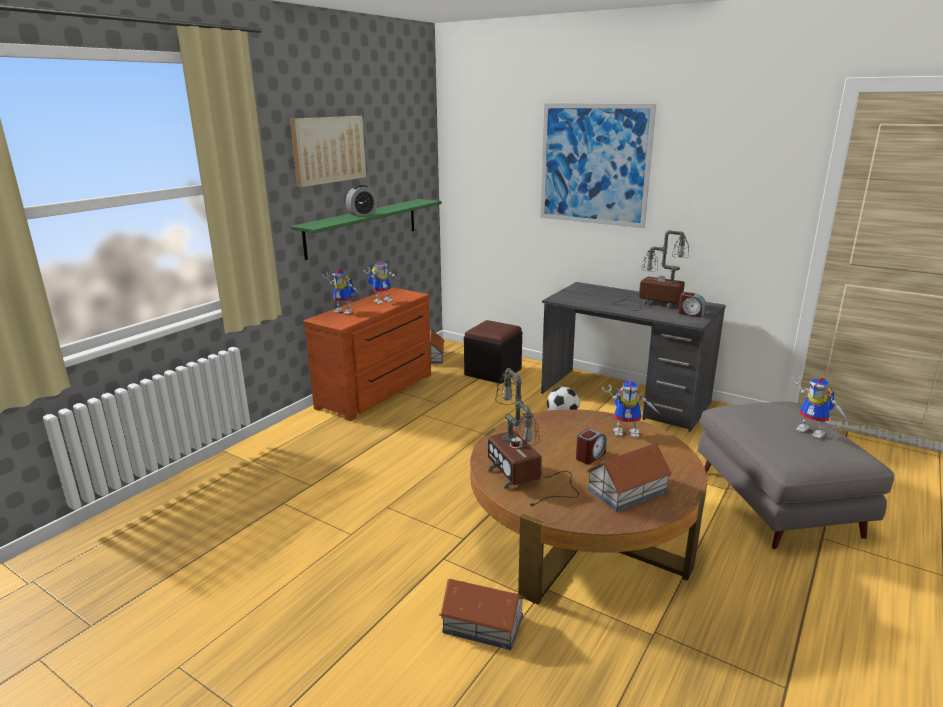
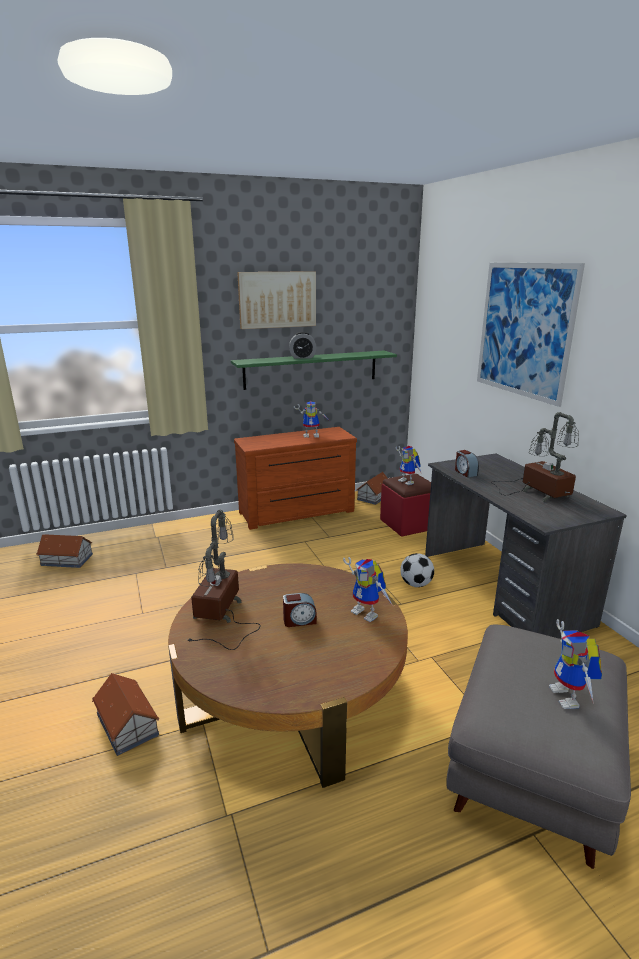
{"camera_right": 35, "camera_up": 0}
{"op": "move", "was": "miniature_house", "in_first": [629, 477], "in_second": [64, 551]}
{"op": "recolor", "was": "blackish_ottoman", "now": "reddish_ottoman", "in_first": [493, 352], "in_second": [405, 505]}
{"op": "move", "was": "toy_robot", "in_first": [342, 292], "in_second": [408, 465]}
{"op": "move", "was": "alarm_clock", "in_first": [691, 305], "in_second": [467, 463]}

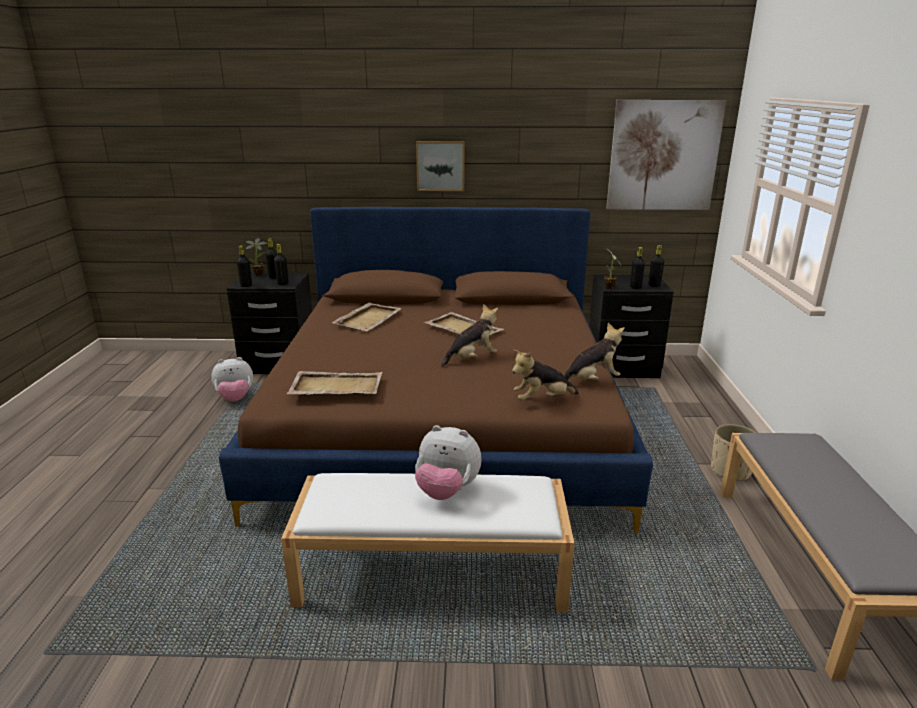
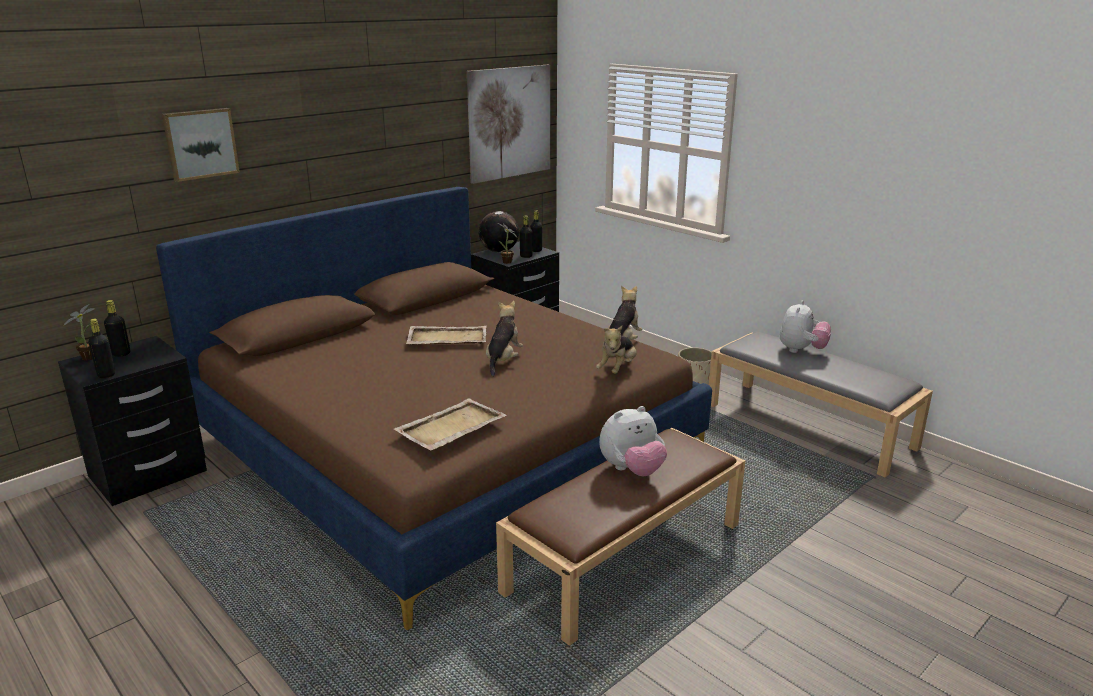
{"camera_right": -45, "camera_up": 0}
{"op": "move", "was": "wall_picture", "in_first": [440, 166], "in_second": [201, 145]}
{"op": "insert", "now": "world_globe", "in_second": [498, 232]}
{"op": "recolor", "was": "white-coloured_bench", "now": "brown_bench", "in_first": [428, 543], "in_second": [620, 537]}
{"op": "move", "was": "plush_toy", "in_first": [232, 379], "in_second": [805, 327]}
{"op": "delete", "was": "blackish_drink_bottle", "in_first": [281, 264]}
{"op": "delete", "was": "beige-coloured_serving_tray", "in_first": [367, 317]}

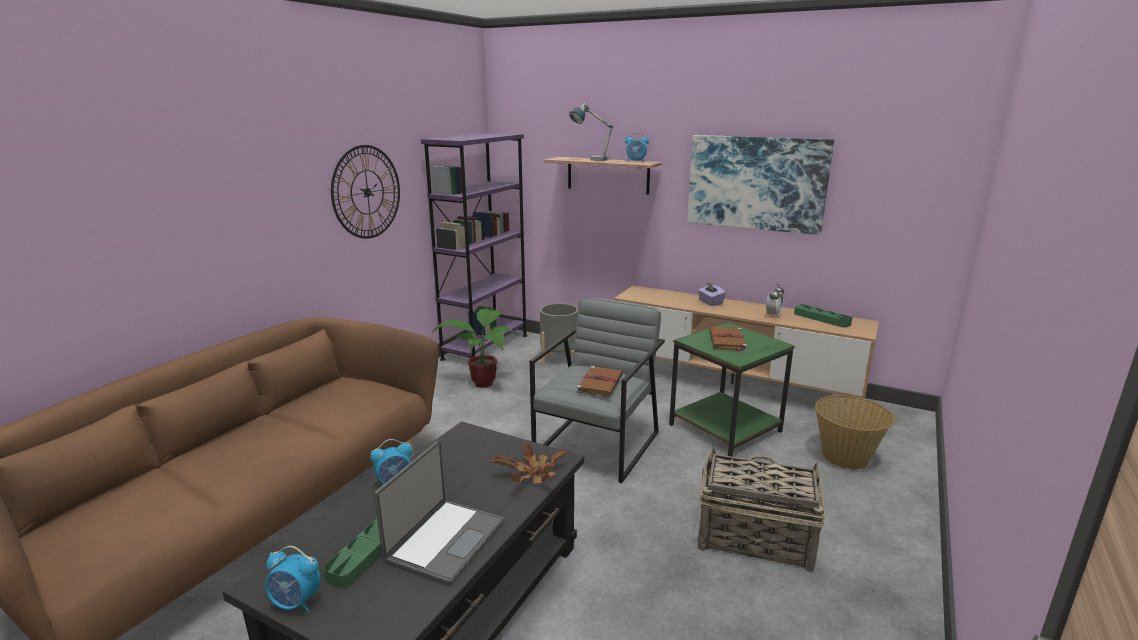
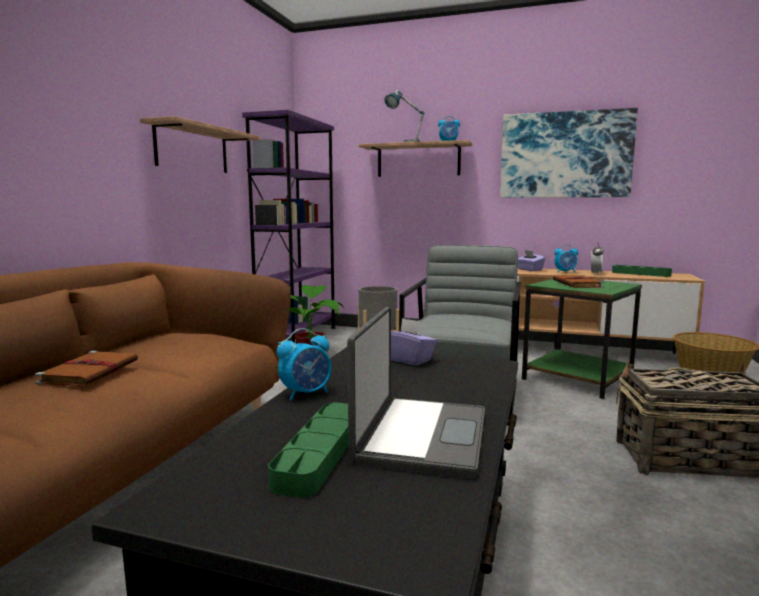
{"camera_right": -10, "camera_up": -10}
{"op": "move", "was": "brown_book", "in_first": [599, 381], "in_second": [86, 368]}
{"op": "replace", "was": "clock_on_the_wall", "now": "shelf", "in_first": [365, 192], "in_second": [200, 144]}
{"op": "insert", "now": "purplish_tissue_holder", "in_second": [414, 341]}
{"op": "move", "was": "alarm_clock", "in_first": [293, 579], "in_second": [566, 258]}
{"op": "delete", "was": "potted_plant", "in_first": [530, 463]}

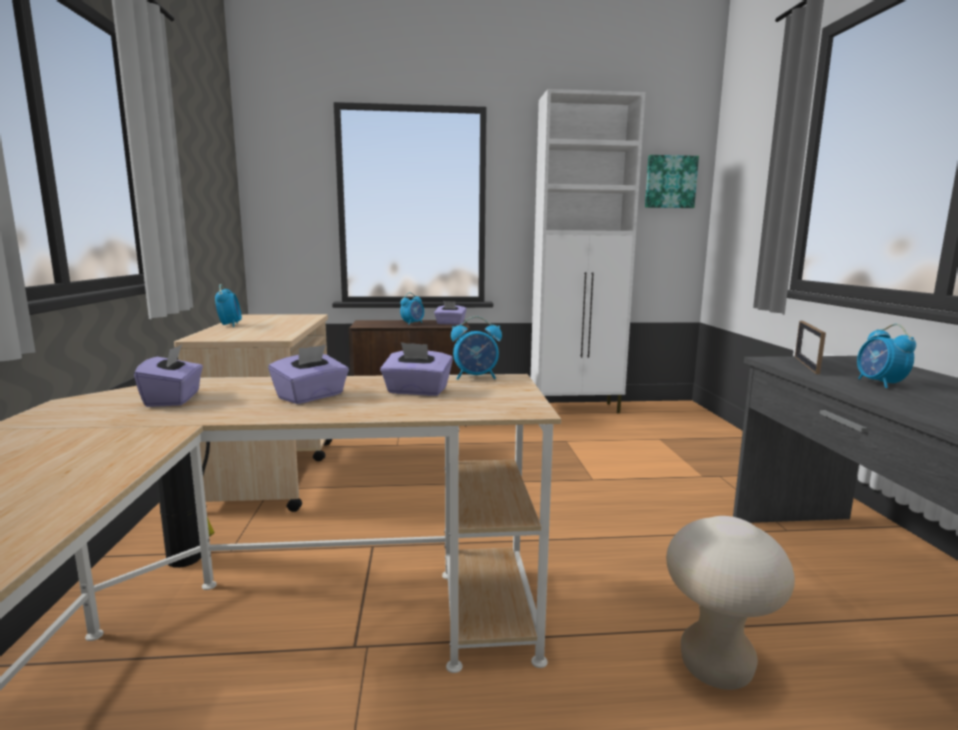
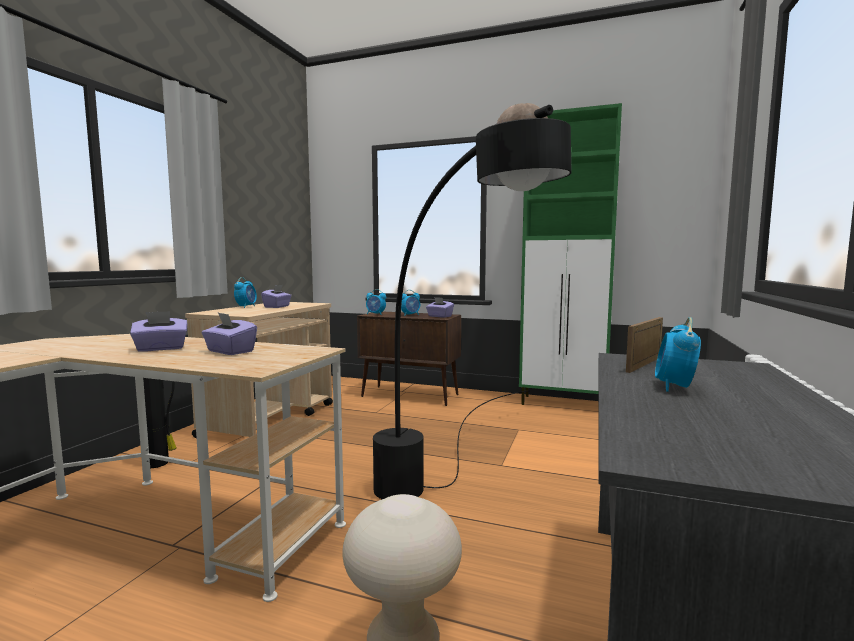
{"camera_right": 25, "camera_up": -5}
{"op": "move", "was": "purplish_tissue_holder", "in_first": [168, 375], "in_second": [276, 296]}
{"op": "move", "was": "alarm_clock", "in_first": [476, 348], "in_second": [376, 302]}
{"op": "insert", "now": "blackish_floor_lamp", "in_second": [472, 301]}
{"op": "recolor", "was": "white-coloured_cupboard", "now": "greenish_cupboard", "in_first": [588, 251], "in_second": [570, 254]}
{"op": "delete", "was": "wall_picture", "in_first": [672, 181]}

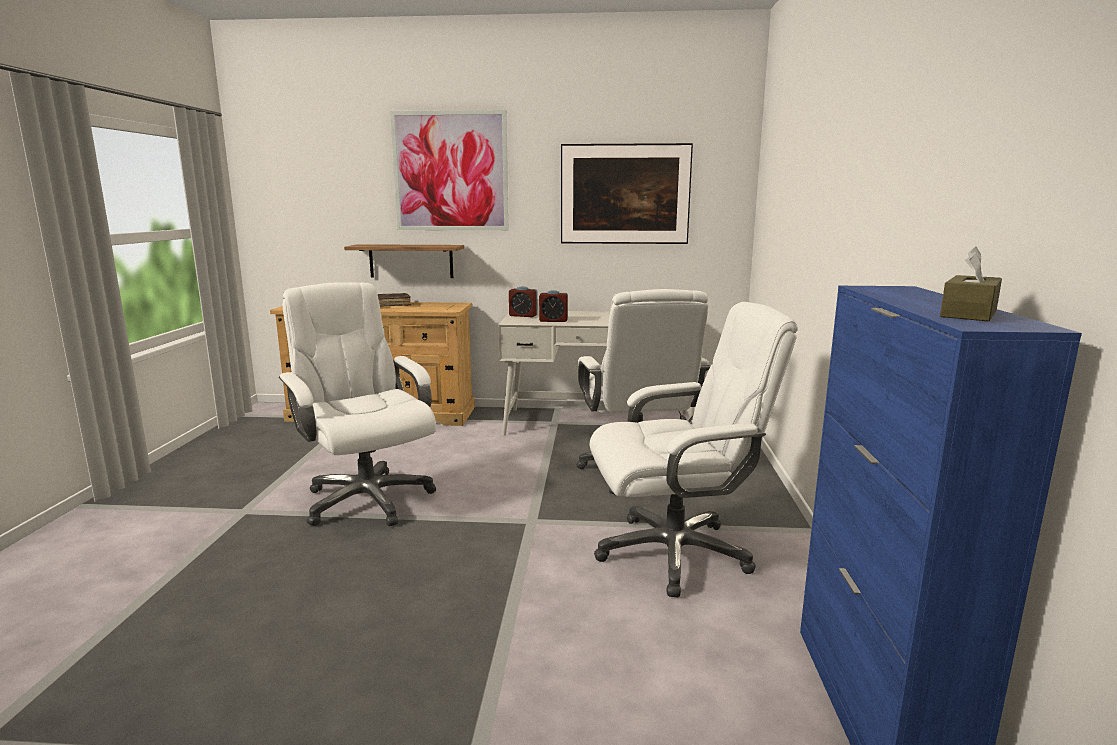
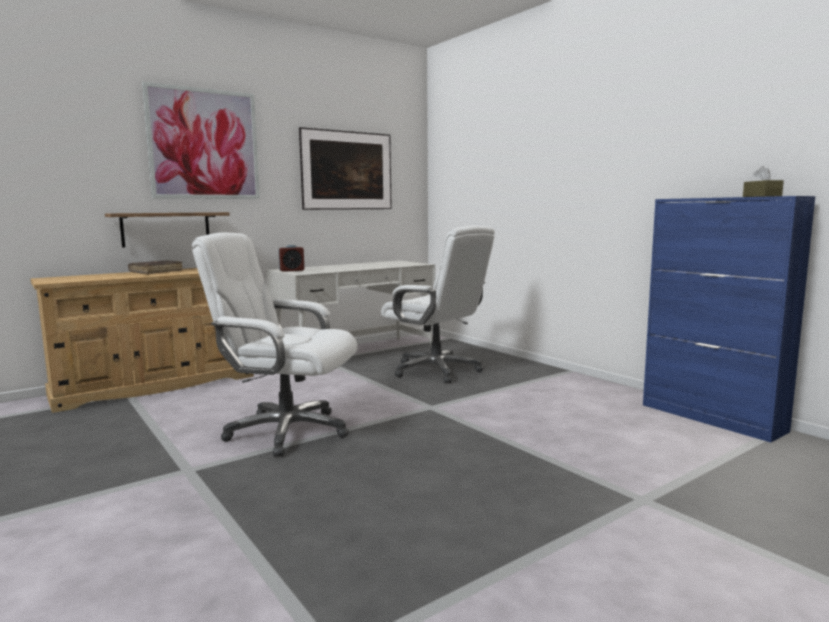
{"camera_right": -40, "camera_up": -5}
{"op": "delete", "was": "alarm_clock", "in_first": [553, 306]}
{"op": "delete", "was": "white-coloured_computer_chair", "in_first": [694, 449]}

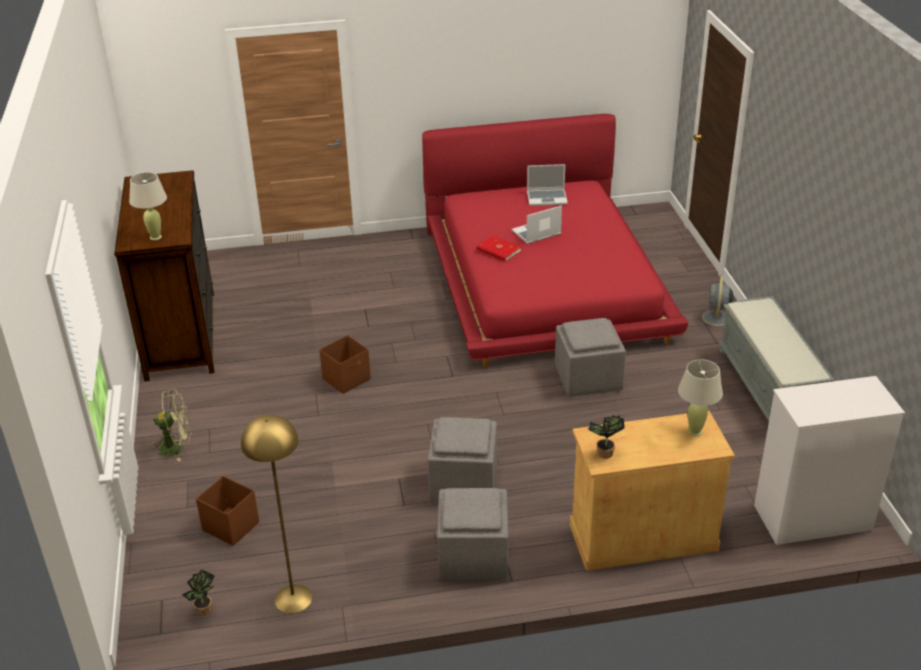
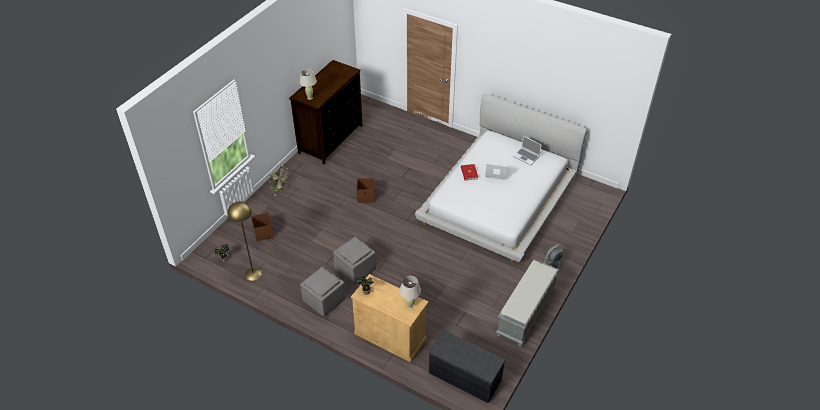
{"camera_right": 40, "camera_up": 10}
{"op": "recolor", "was": "reddish_sleeping_bed", "now": "white-coloured_sleeping_bed", "in_first": [555, 240], "in_second": [501, 178]}
{"op": "replace", "was": "white-coloured_chest_of_drawers", "now": "gray_bench", "in_first": [829, 460], "in_second": [467, 366]}
{"op": "delete", "was": "gray_ottoman", "in_first": [590, 357]}

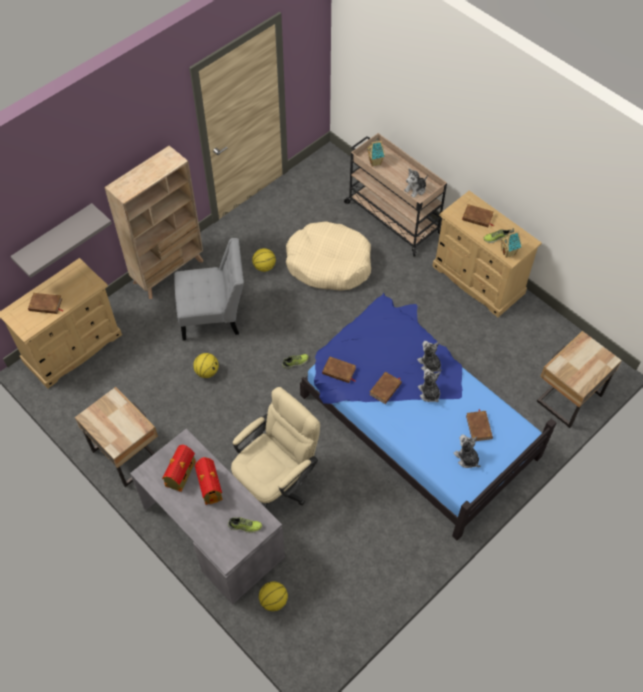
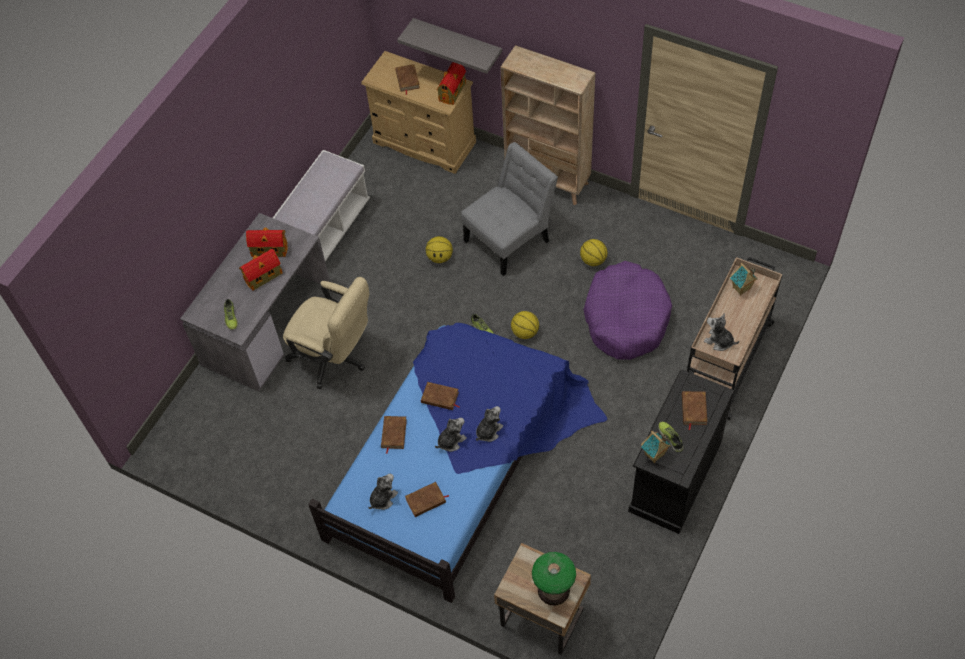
{"camera_right": 75, "camera_up": 0}
{"op": "replace", "was": "beige-coloured_nightstand", "now": "white-coloured_bench", "in_first": [116, 437], "in_second": [321, 206]}
{"op": "move", "was": "brown_book", "in_first": [339, 369], "in_second": [394, 435]}
{"op": "insert", "now": "miniature_house", "in_second": [451, 83]}
{"op": "rotate", "was": "gray_upright_chair", "in_first": [209, 289], "in_second": [509, 209], "clockwise": -105}
{"op": "move", "was": "basketball_ball", "in_first": [273, 596], "in_second": [525, 325]}
{"op": "insert", "now": "lamp_for_a_table", "in_second": [554, 578]}
{"op": "recolor", "was": "beige-coloured_dog_cushion", "now": "purplish_dog_cushion", "in_first": [328, 256], "in_second": [627, 310]}
{"op": "recolor", "was": "beige-coloured_chest_of_drawers", "now": "blackish_chest_of_drawers", "in_first": [487, 254], "in_second": [681, 451]}

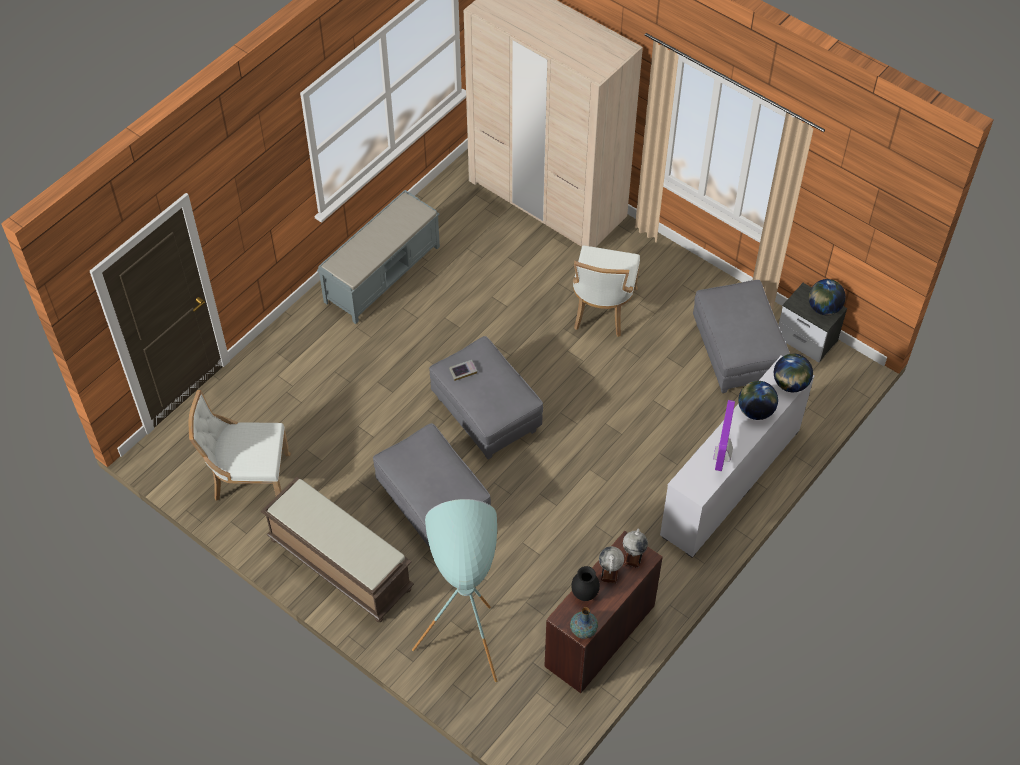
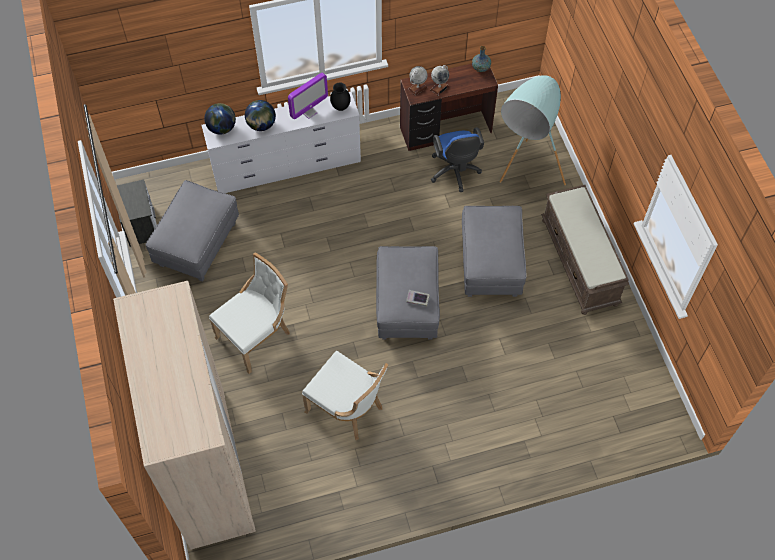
{"camera_right": -145, "camera_up": 5}
{"op": "move", "was": "white-coloured_upright_chair", "in_first": [240, 445], "in_second": [345, 395]}
{"op": "move", "was": "blackish_decorative_vase", "in_first": [585, 583], "in_second": [340, 96]}
{"op": "insert", "now": "blue-coloured_computer_chair", "in_second": [457, 159]}
{"op": "delete", "was": "gray_bench", "in_first": [378, 257]}
{"op": "delete", "was": "world_globe", "in_first": [827, 297]}

